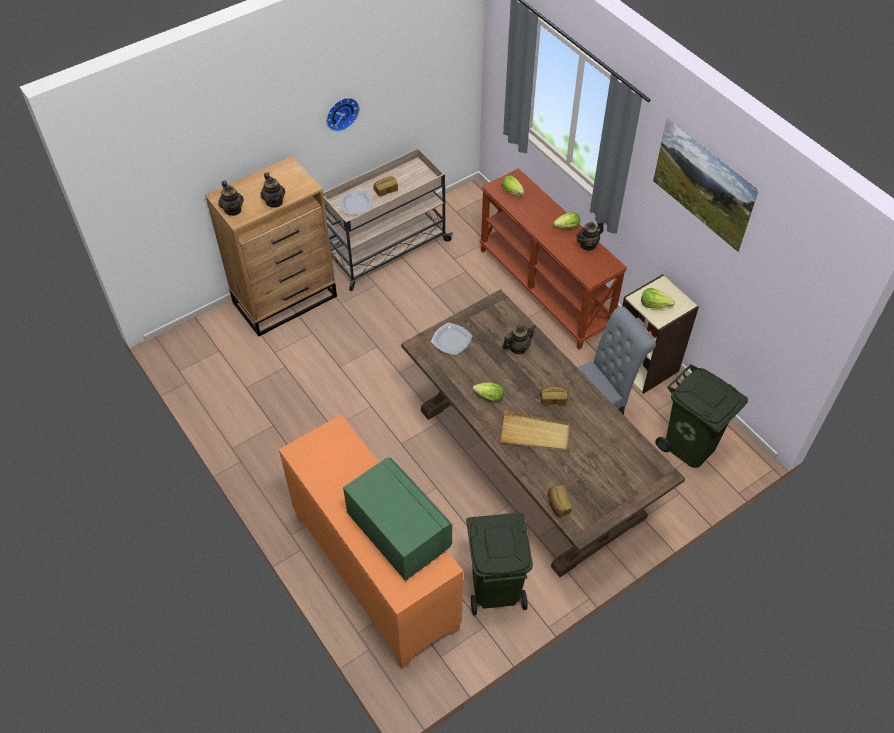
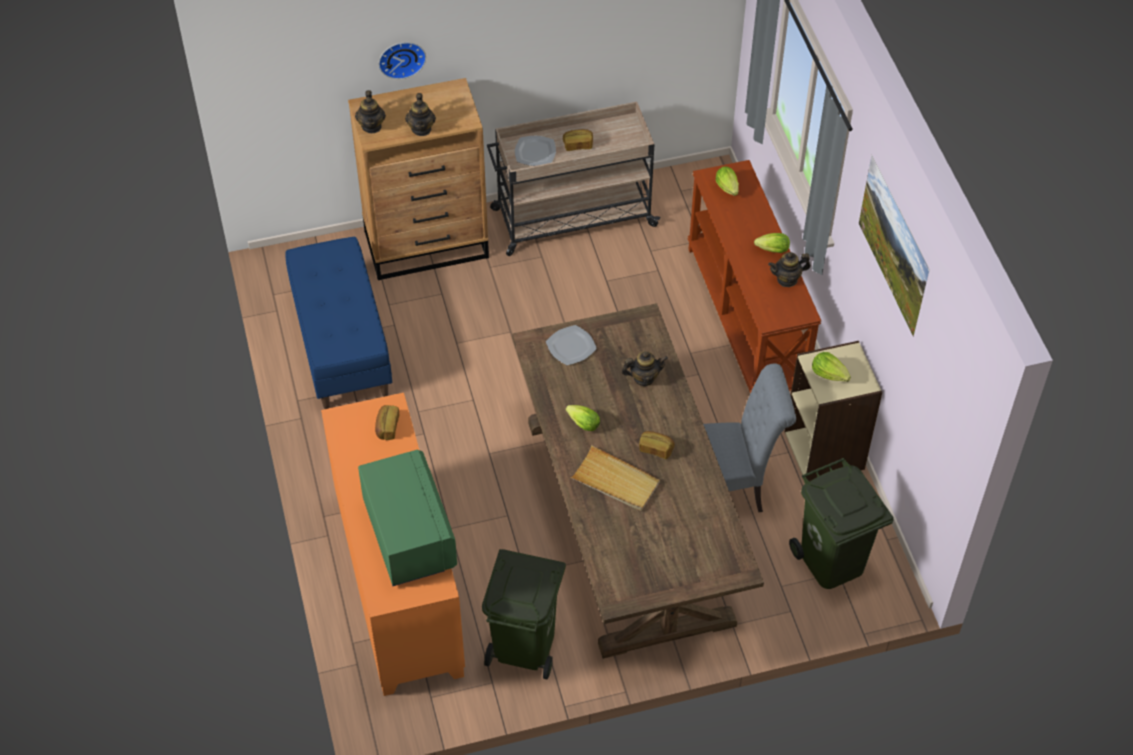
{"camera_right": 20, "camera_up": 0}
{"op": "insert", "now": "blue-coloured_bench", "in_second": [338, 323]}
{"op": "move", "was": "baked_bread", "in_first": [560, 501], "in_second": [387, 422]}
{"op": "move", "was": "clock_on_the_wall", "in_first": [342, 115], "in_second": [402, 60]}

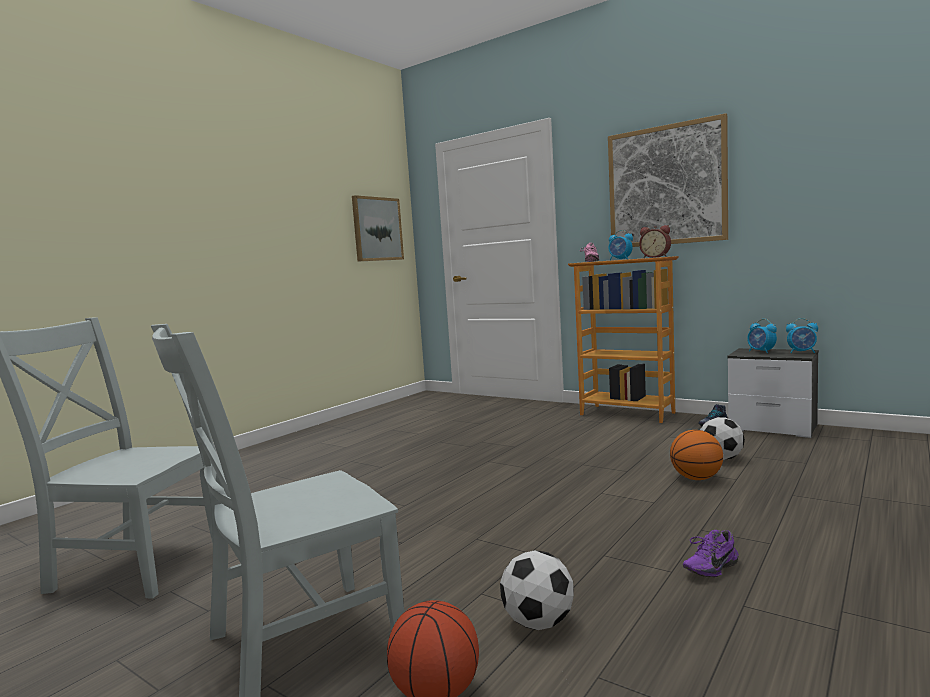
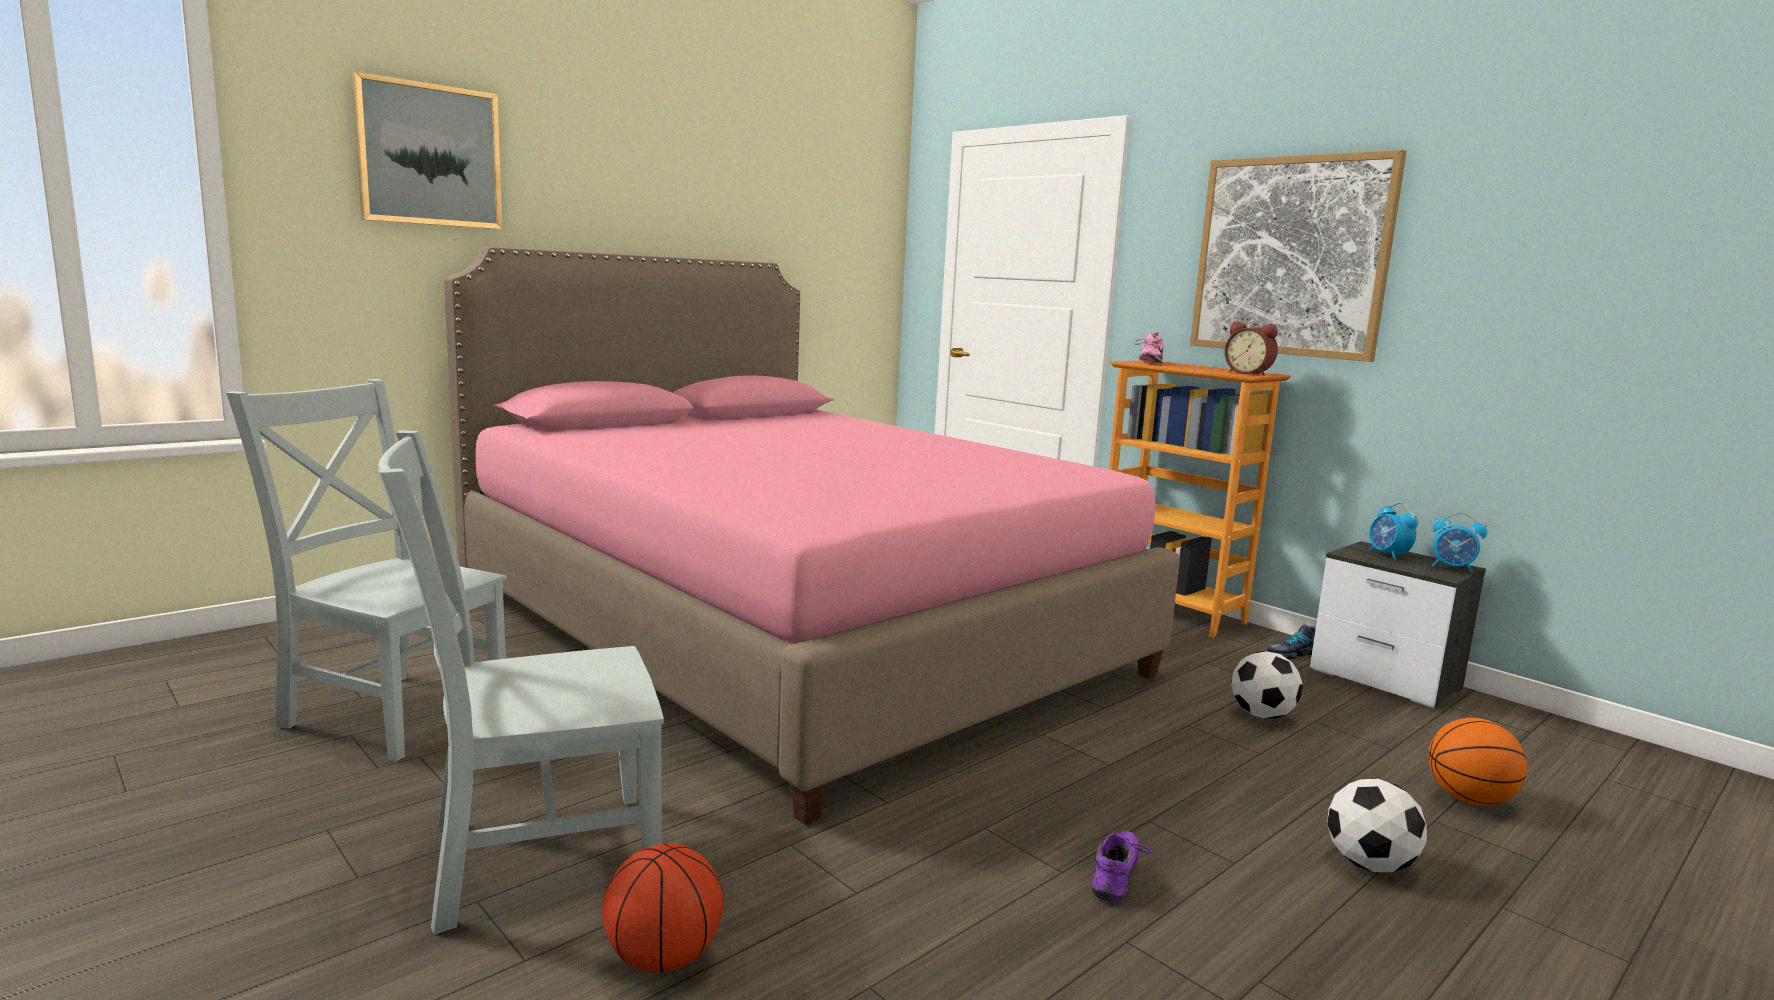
{"camera_right": 10, "camera_up": 5}
{"op": "move", "was": "wall_picture", "in_first": [378, 228], "in_second": [427, 150]}
{"op": "insert", "now": "pink_sleeping_bed", "in_second": [812, 535]}
{"op": "rotate", "was": "purplish_low_shoe", "in_first": [710, 553], "in_second": [1121, 866], "clockwise": 135}
{"op": "move", "was": "football", "in_first": [537, 590], "in_second": [1377, 825]}
{"op": "move", "was": "basketball_ball", "in_first": [696, 455], "in_second": [1477, 762]}
{"op": "delete", "was": "alarm_clock", "in_first": [620, 245]}

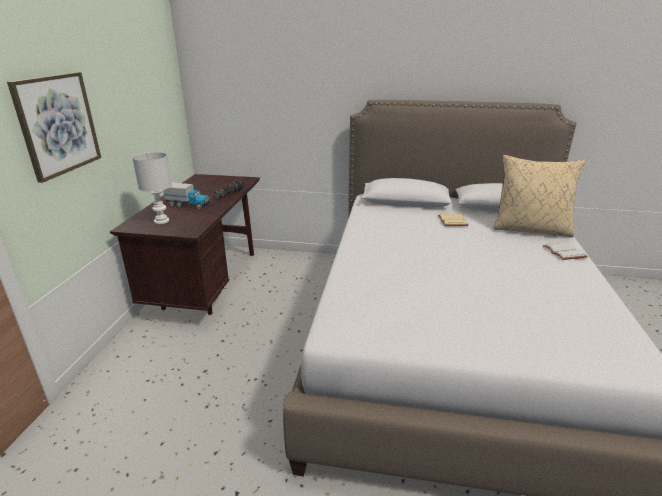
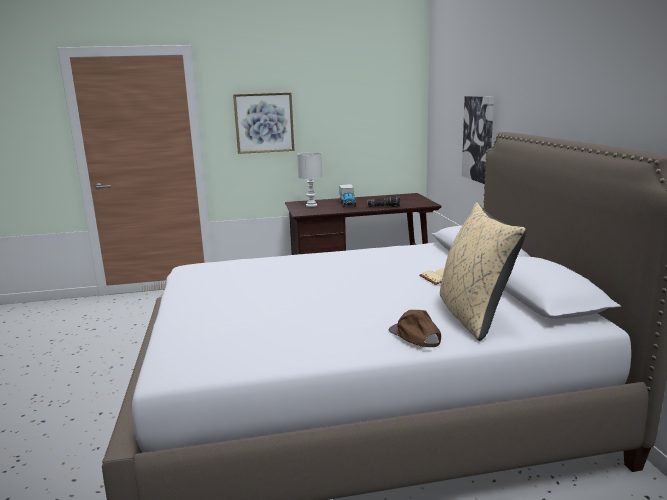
{"camera_right": 70, "camera_up": -10}
{"op": "replace", "was": "white-coloured_book", "now": "brown_peaked_cap", "in_first": [565, 251], "in_second": [414, 328]}
{"op": "insert", "now": "wall_picture", "in_second": [478, 140]}

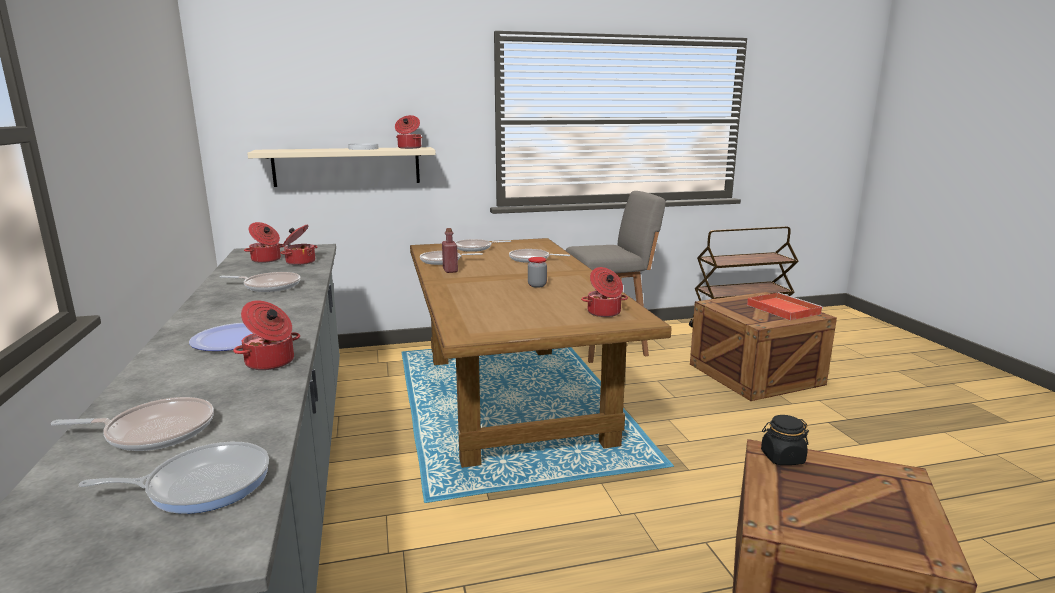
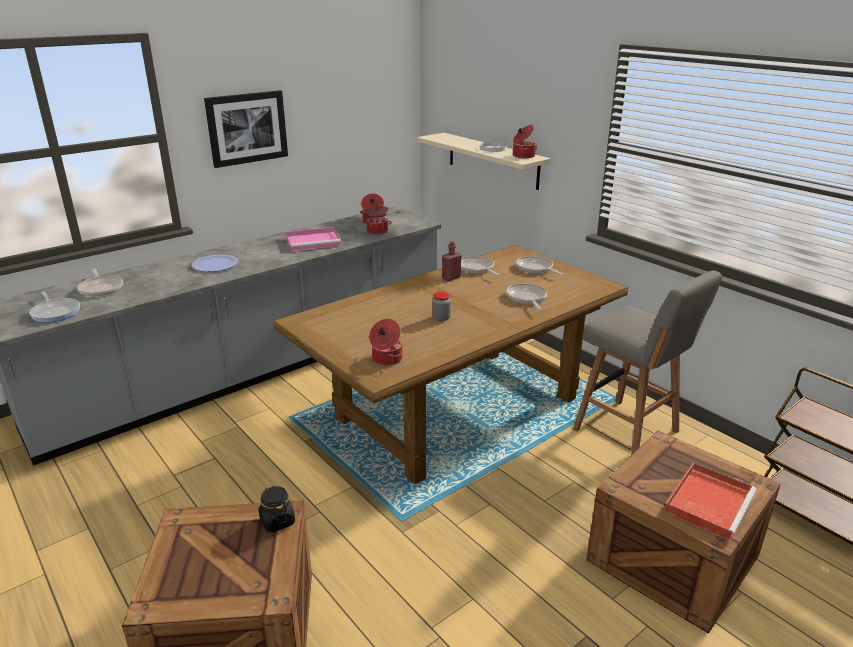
{"camera_right": 65, "camera_up": 10}
{"op": "insert", "now": "wall_picture", "in_second": [246, 129]}
{"op": "replace", "was": "frying_pan", "now": "pink_serving_tray", "in_first": [260, 282], "in_second": [313, 239]}
{"op": "delete", "was": "stockpot", "in_first": [266, 335]}

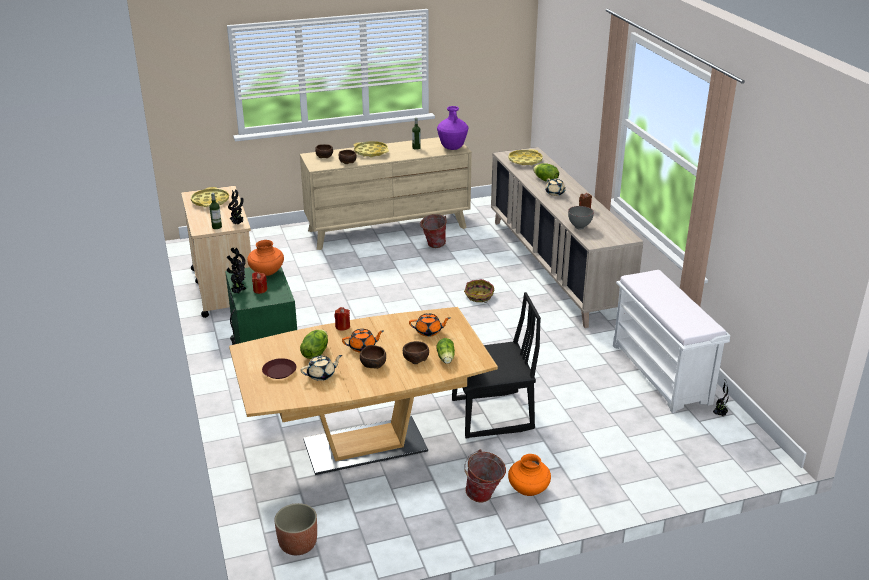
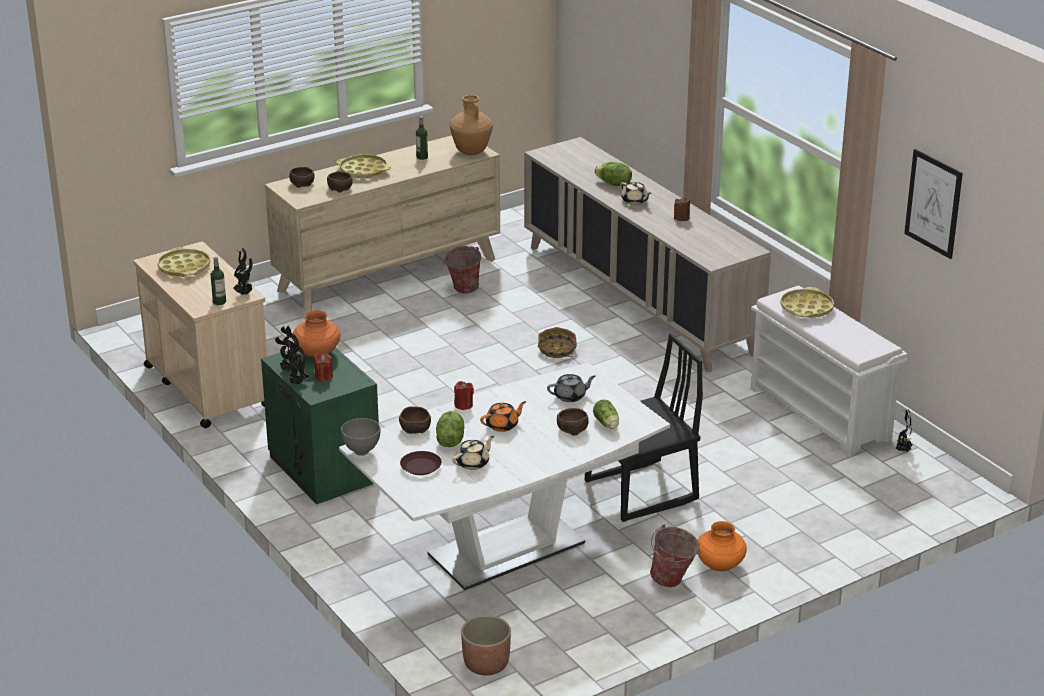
{"camera_right": -15, "camera_up": 0}
{"op": "recolor", "was": "brown_dinner_table", "now": "white-coloured_dinner_table", "in_first": [363, 391], "in_second": [504, 476]}
{"op": "move", "was": "gray_serving_bowl", "in_first": [581, 218], "in_second": [360, 437]}
{"op": "move", "was": "brown_serving_bowl", "in_first": [373, 357], "in_second": [415, 420]}
{"op": "recolor", "was": "purplish_decorative_vase", "now": "brown_decorative_vase", "in_first": [452, 128], "in_second": [471, 125]}
{"op": "recolor", "was": "orangey_tea_pot", "now": "gray_tea_pot", "in_first": [429, 325], "in_second": [571, 388]}
{"op": "move", "was": "yellow_serving_tray", "in_first": [525, 157], "in_second": [807, 302]}
{"op": "insert", "now": "wall_picture", "in_second": [933, 204]}

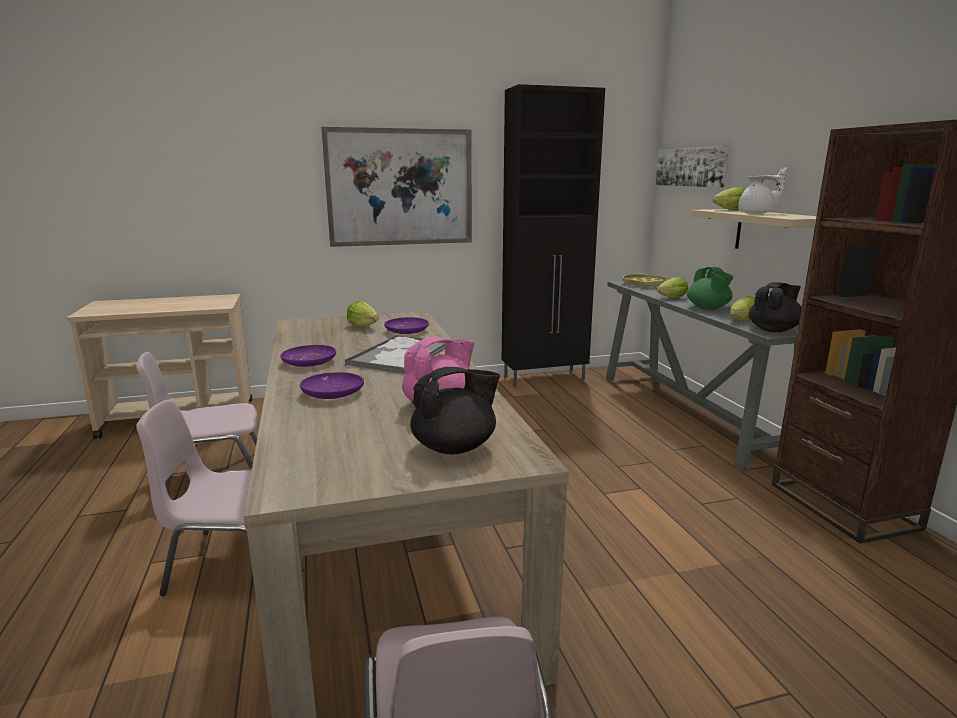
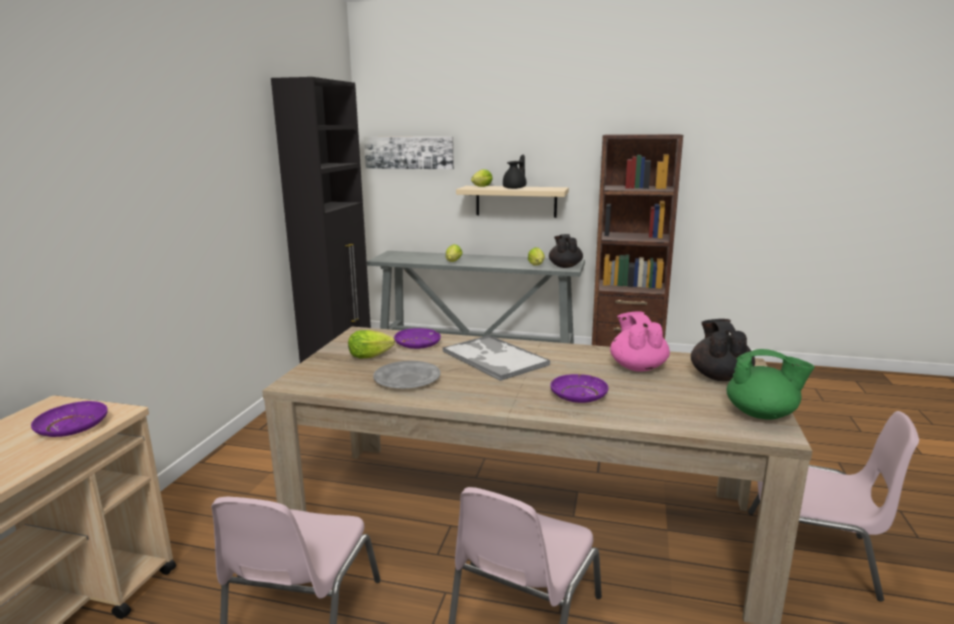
{"camera_right": -60, "camera_up": 0}
{"op": "move", "was": "purplish_flat_dish", "in_first": [308, 356], "in_second": [69, 419]}
{"op": "insert", "now": "gray_flat_dish", "in_second": [407, 375]}
{"op": "recolor", "was": "white-coloured_tea_pot", "now": "blackish_tea_pot", "in_first": [762, 190], "in_second": [514, 172]}
{"op": "move", "was": "greenish_tea_pot", "in_first": [710, 288], "in_second": [771, 384]}
{"op": "delete", "was": "wall_picture", "in_first": [396, 187]}
{"op": "delete", "was": "yellow_serving_tray", "in_first": [644, 280]}

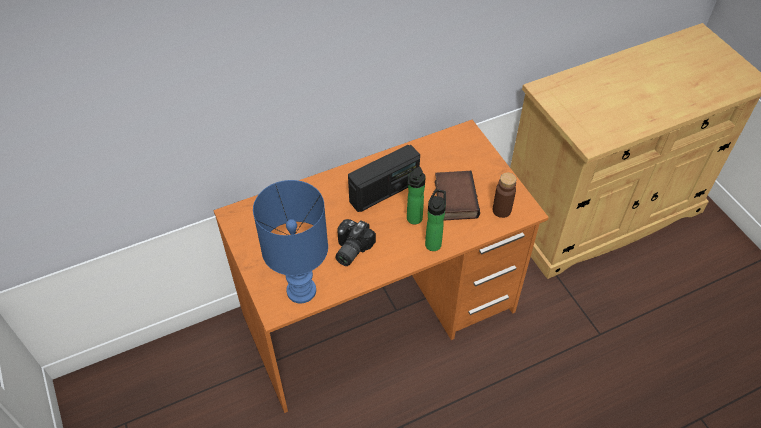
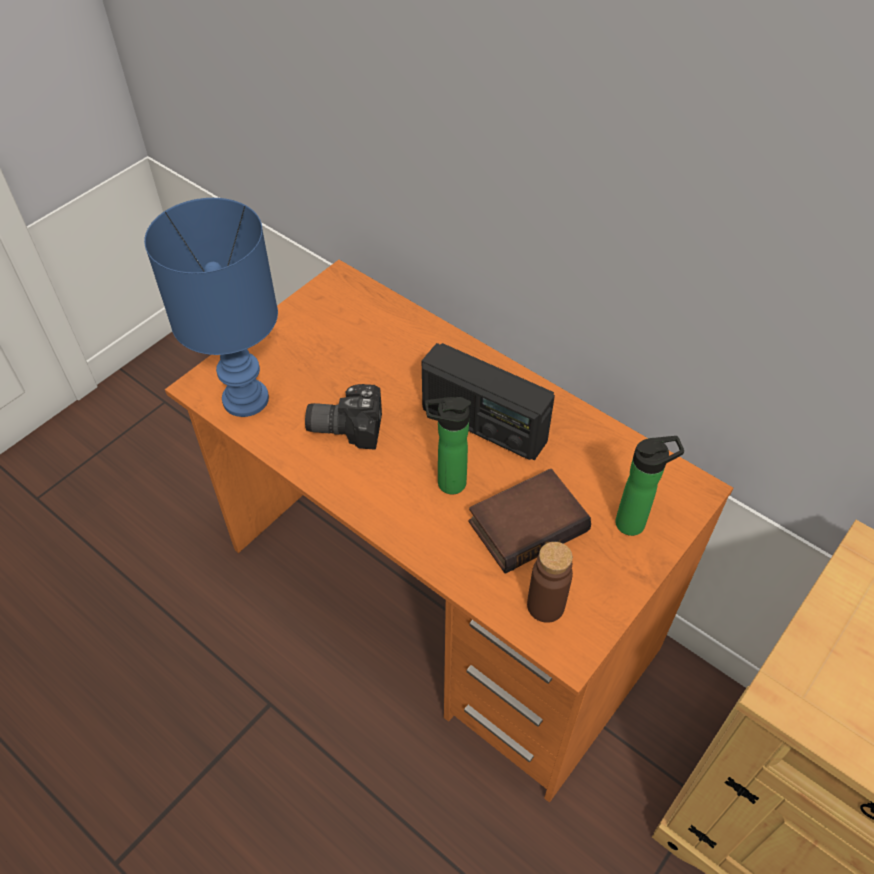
{"camera_right": 65, "camera_up": 0}
{"op": "move", "was": "drink_bottle", "in_first": [435, 220], "in_second": [649, 486]}

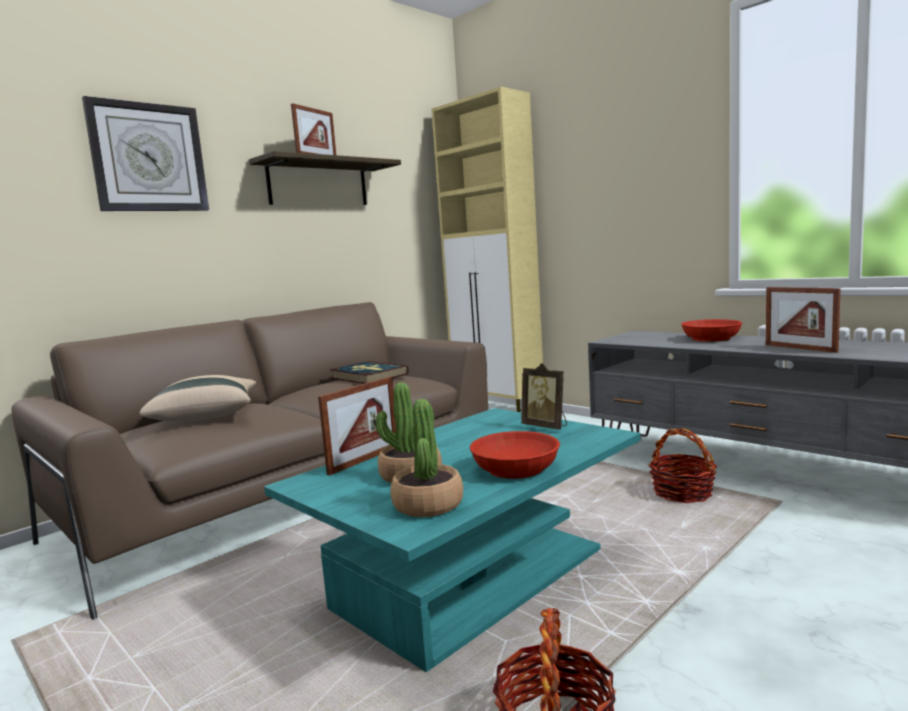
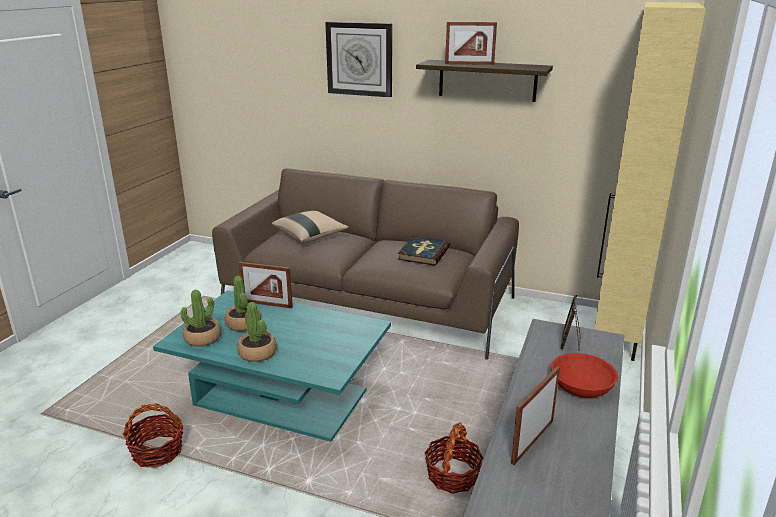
{"camera_right": 65, "camera_up": 15}
{"op": "replace", "was": "reddish_serving_bowl", "now": "potted_plant", "in_first": [514, 455], "in_second": [257, 332]}
{"op": "move", "was": "photo_frame", "in_first": [544, 396], "in_second": [570, 321]}

